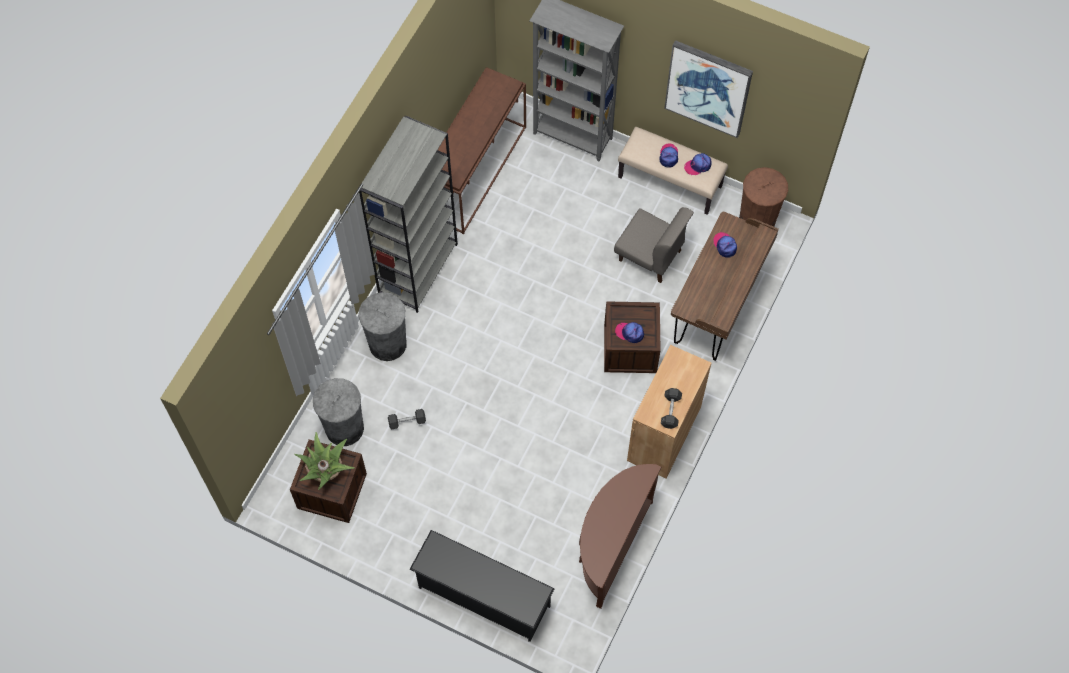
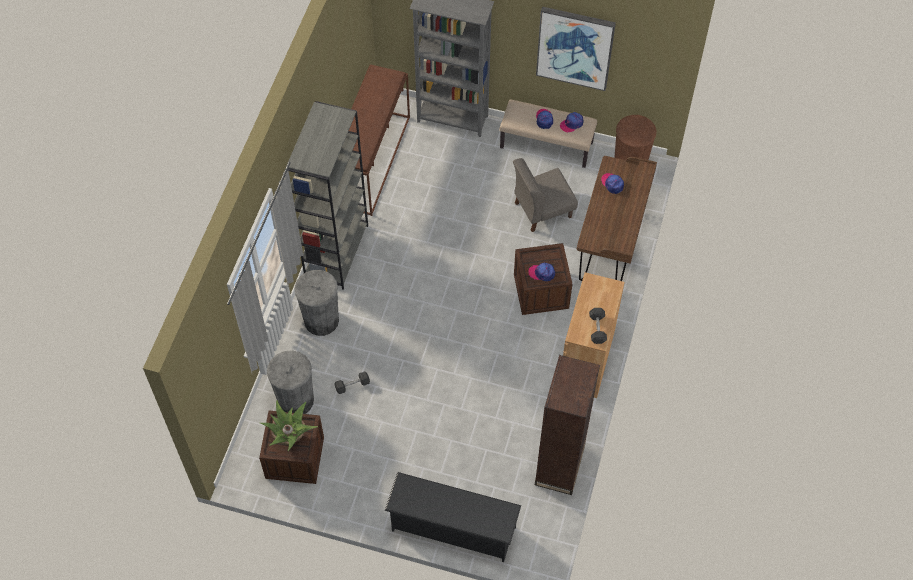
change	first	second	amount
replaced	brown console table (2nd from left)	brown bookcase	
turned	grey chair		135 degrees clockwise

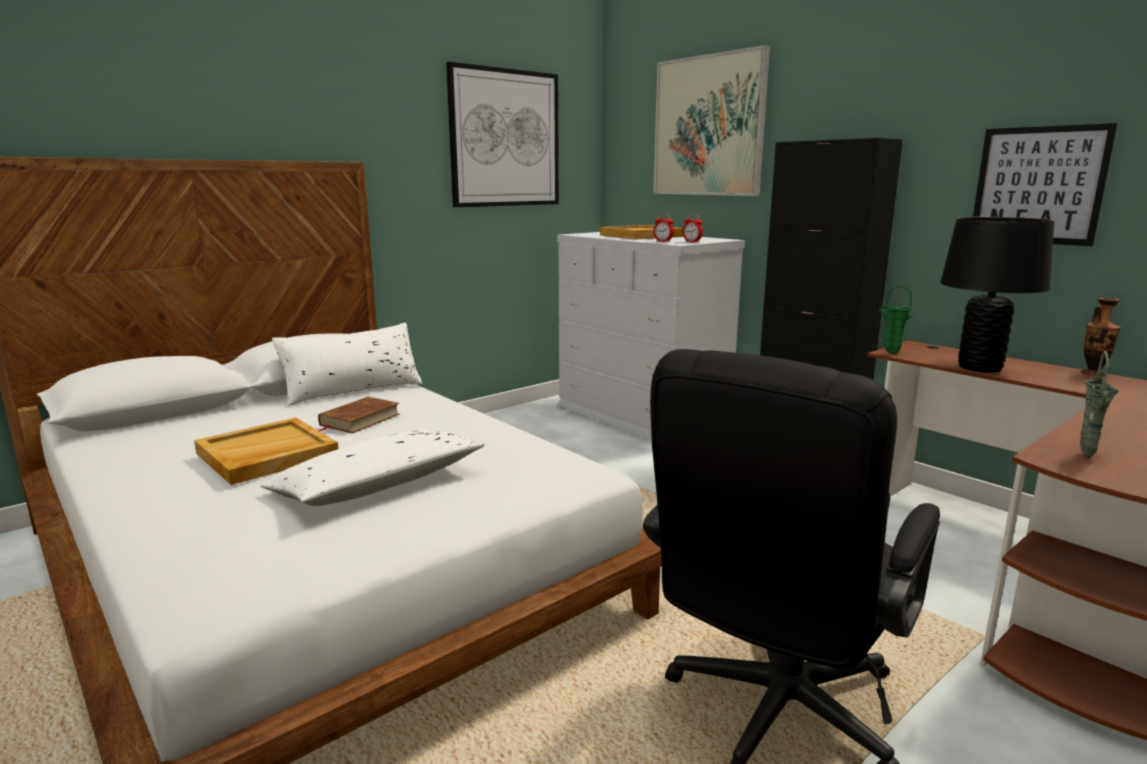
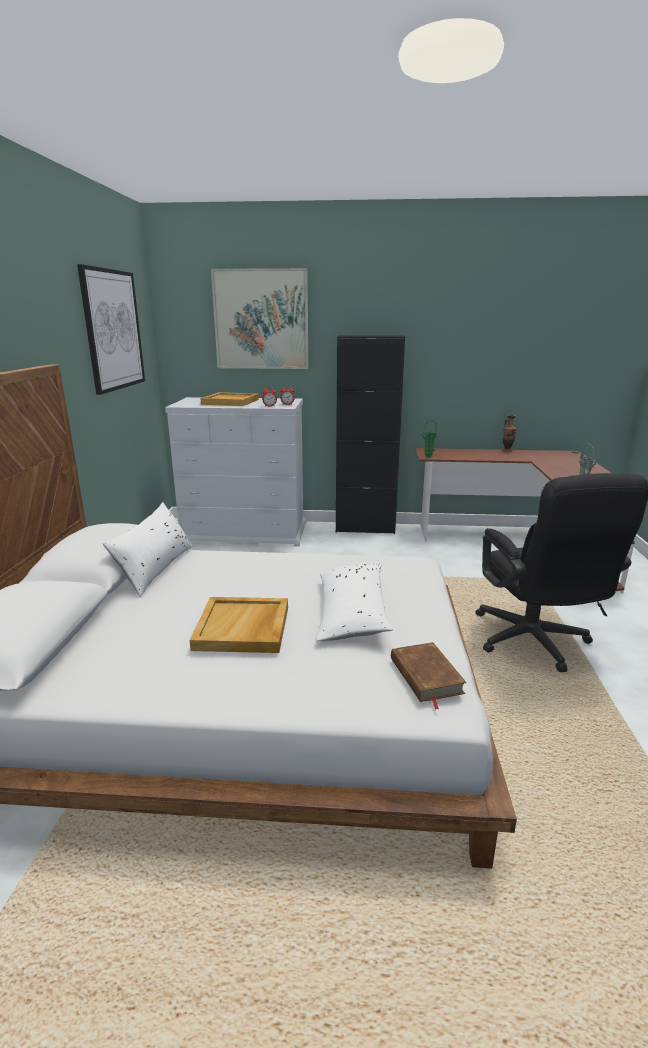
change	first	second	amount
removed	black table lamp		
removed	picture (3rd from left)		
moved	brown book		

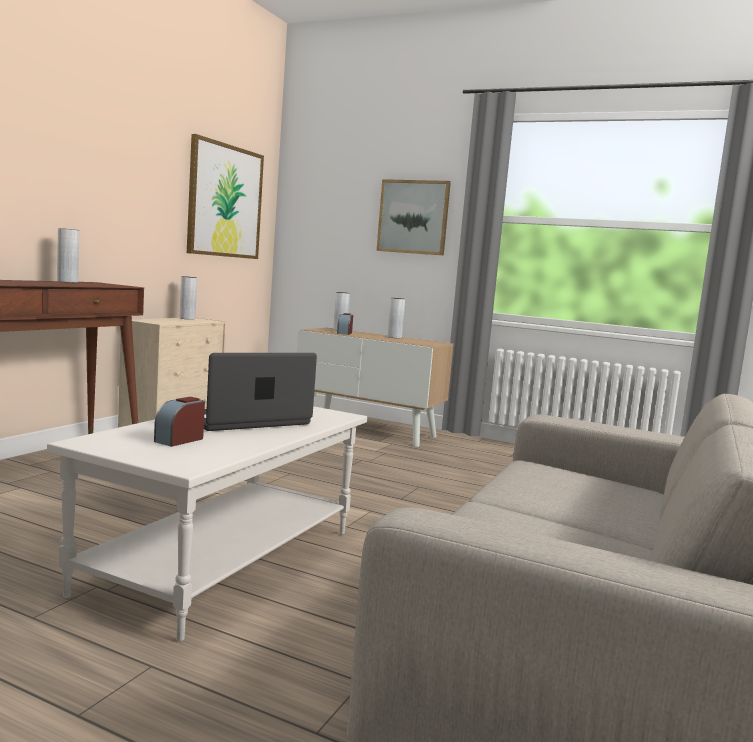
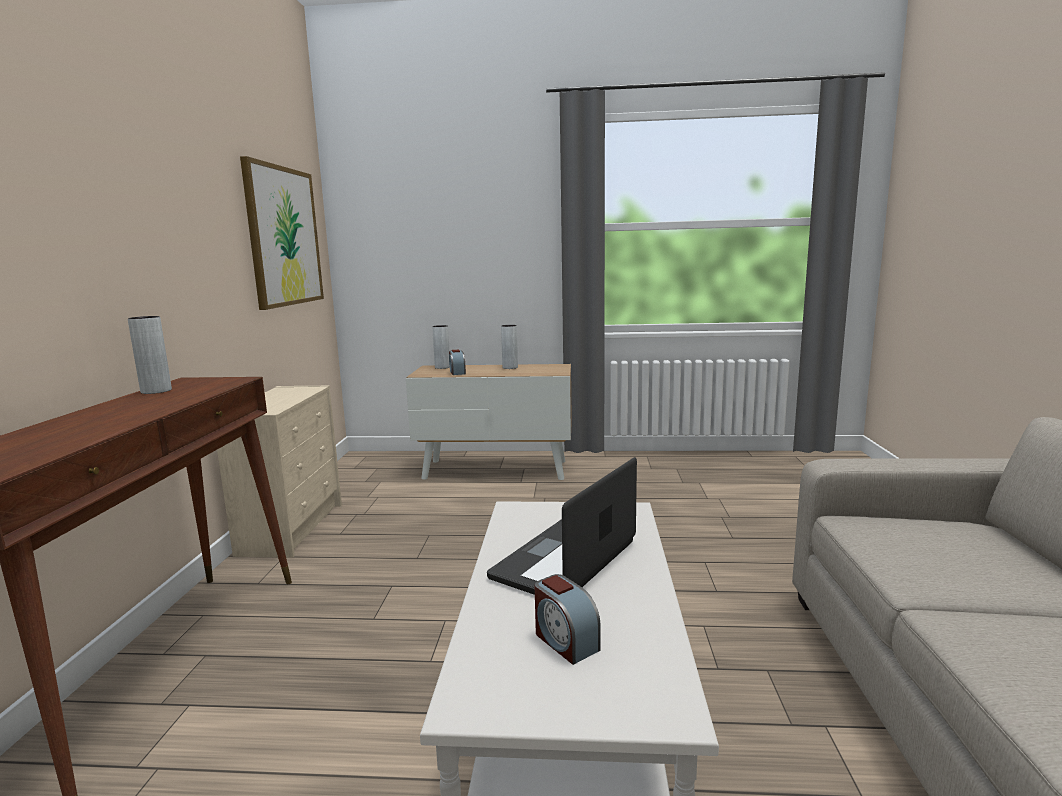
change	first	second	amount
removed	grey vase (2nd from left)		
removed	picture (2nd from left)		
turned	alarm clock (1st from left in the first image)	alarm clock (2nd from left)	45 degrees counterclockwise

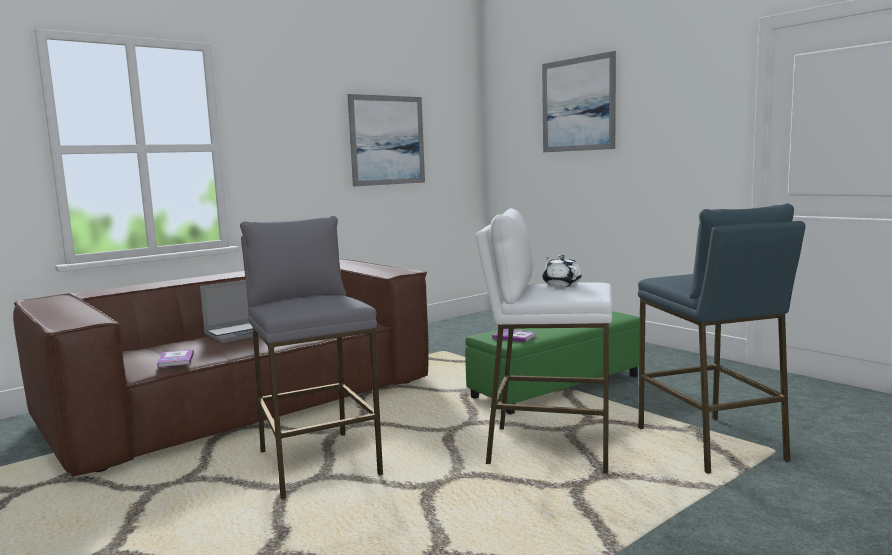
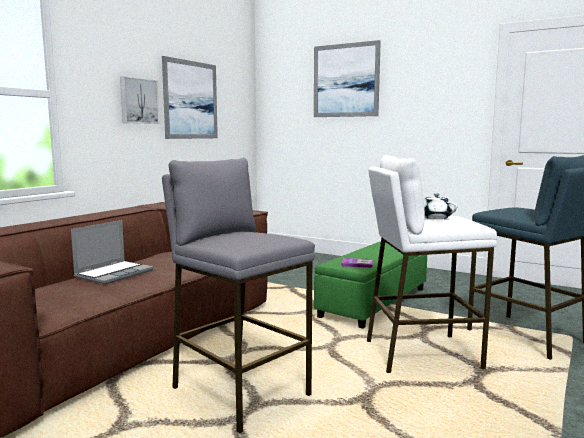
change	first	second	amount
removed	book (1st from left)		
added		picture (1st from left)	

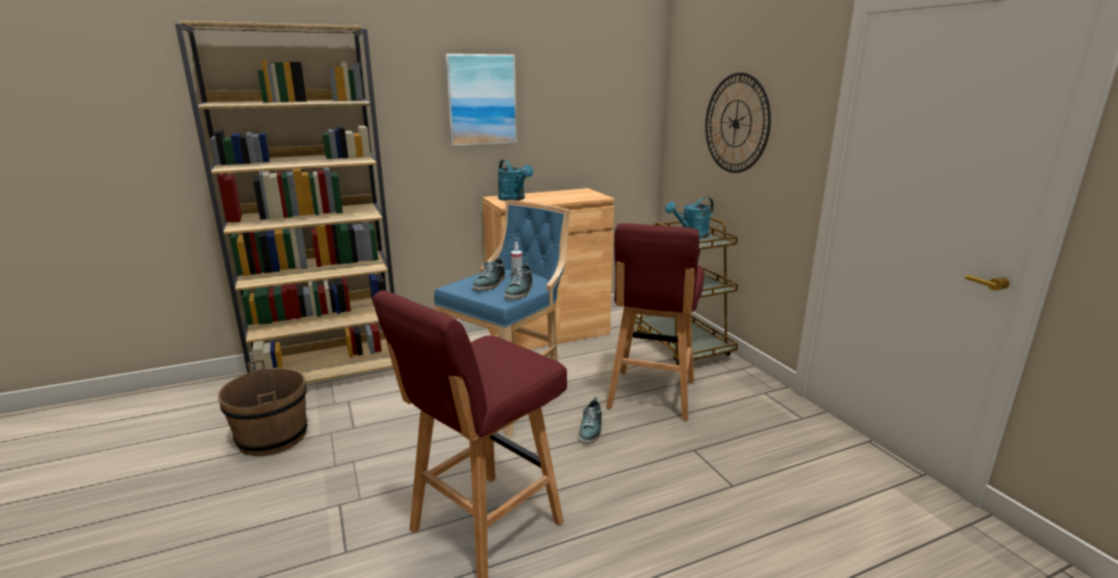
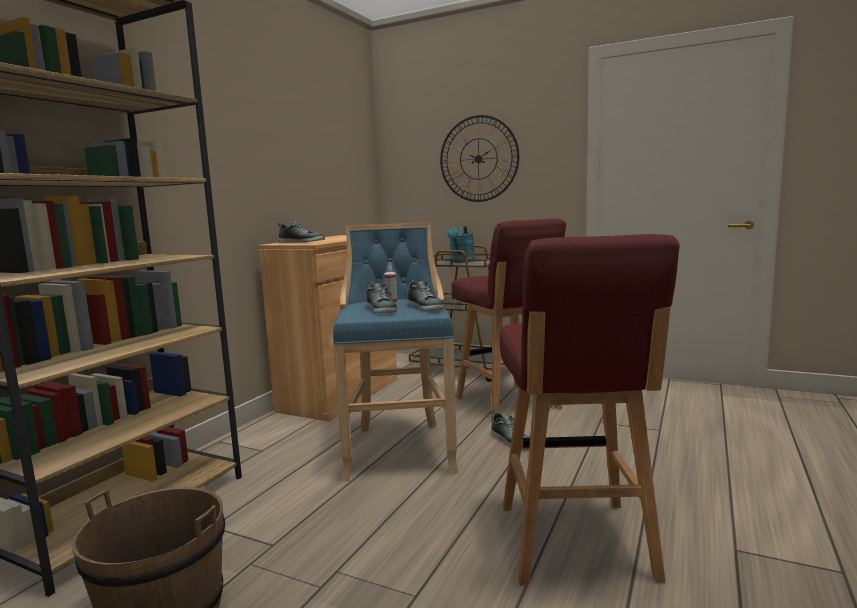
change	first	second	amount
removed	picture		
replaced	turquoise watering can (1st from left)	shoe (1st from left)	

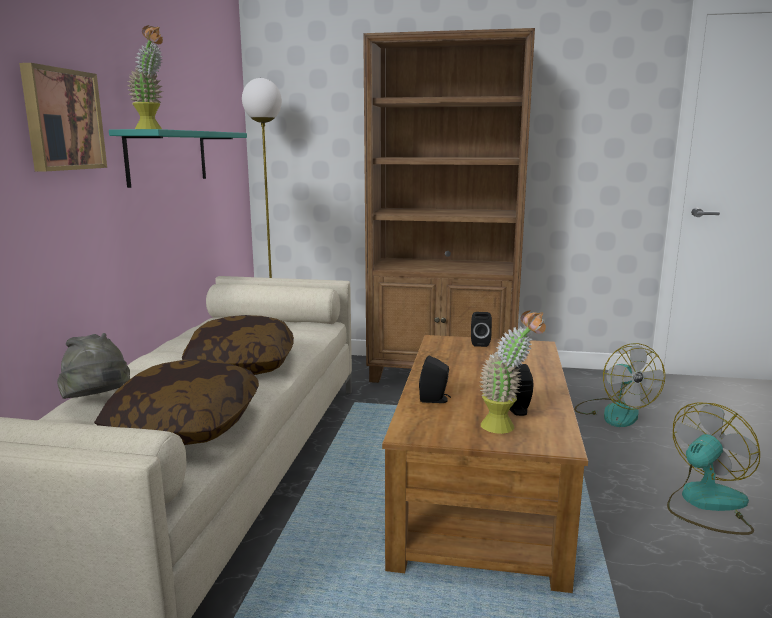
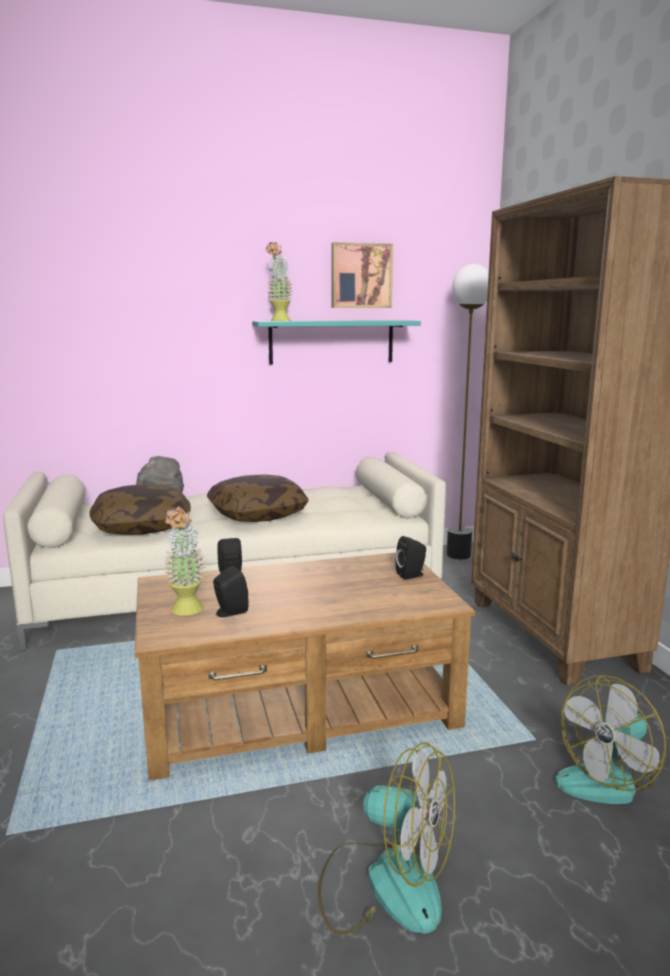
change	first	second	amount
moved	picture		

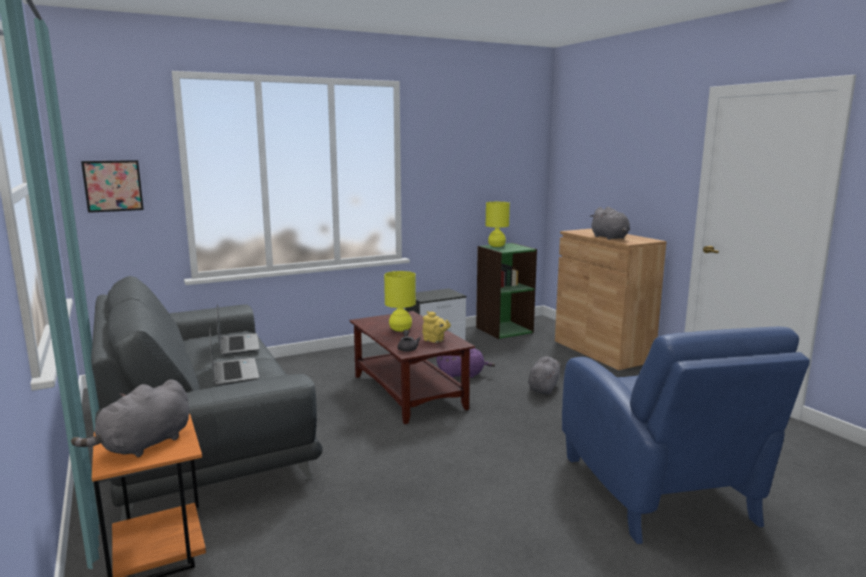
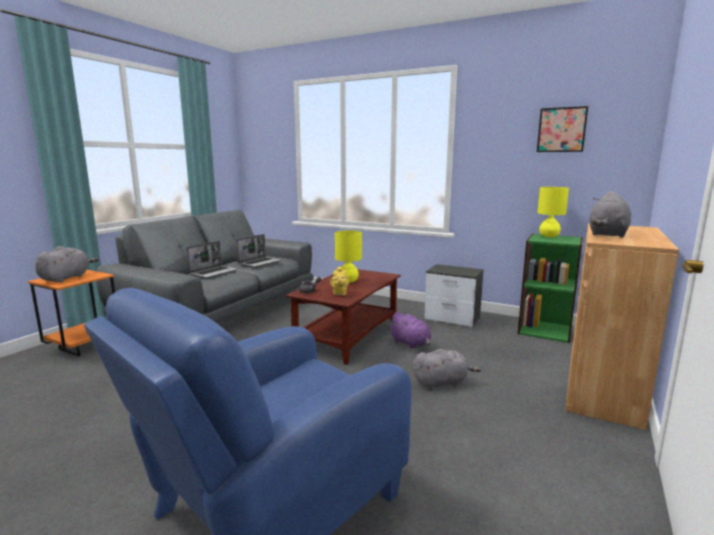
change	first	second	amount
moved	picture		
turned	grey plush toy (1st from left)		105 degrees clockwise

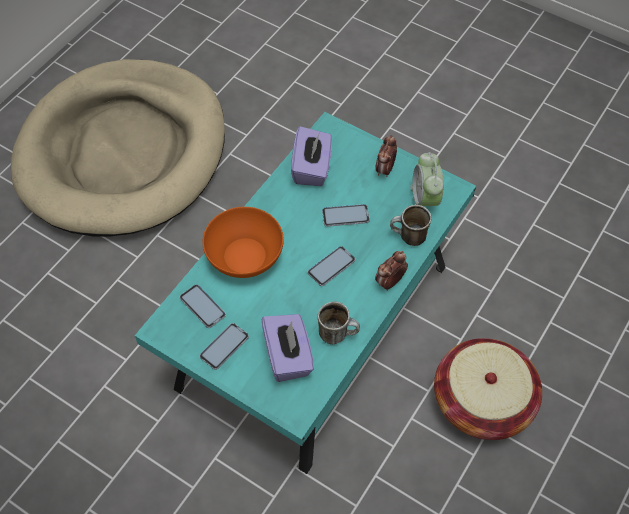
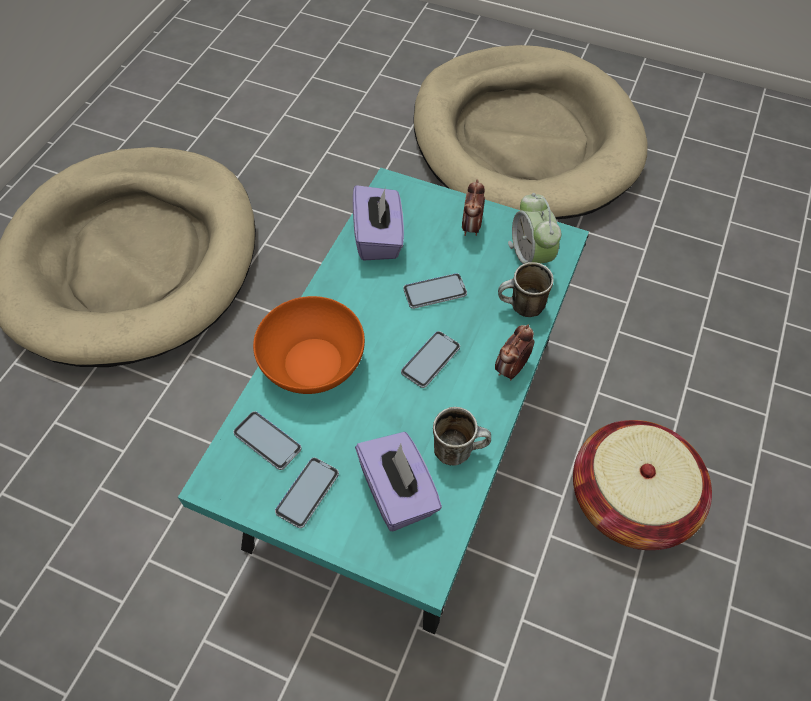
change	first	second	amount
added		beige dog bed (2nd from left)	

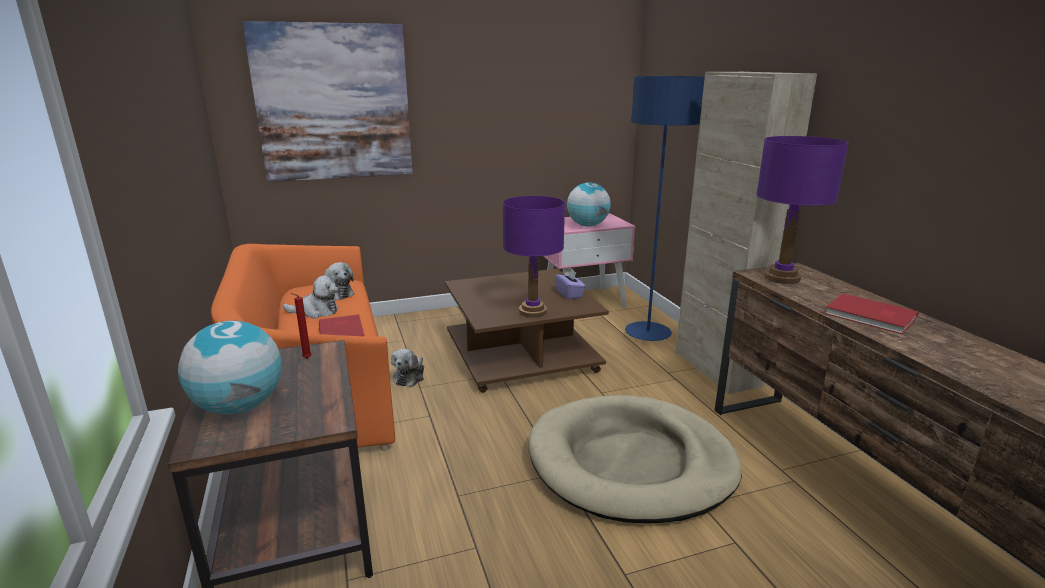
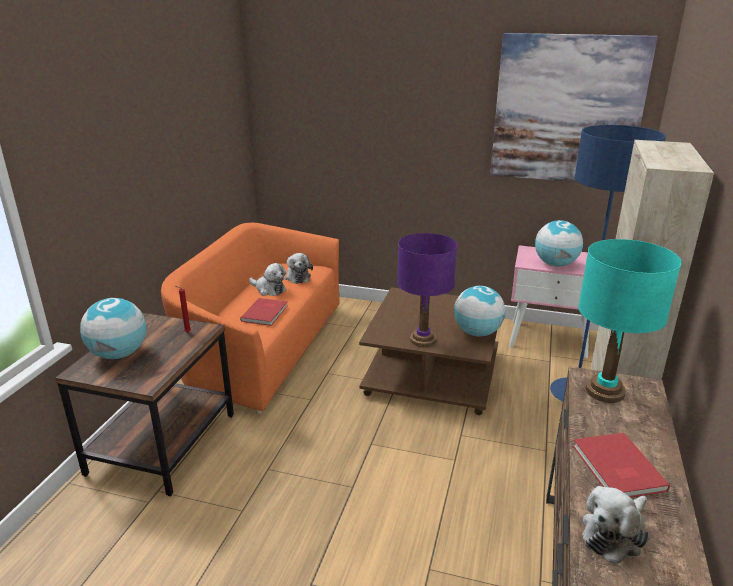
change	first	second	amount
removed	beige dog bed		
moved	picture		
moved	plush toy (3rd from left)		
replaced	purple tissue box	globe (2nd from left)	
recoloured	purple table lamp (2nd from left)	turquoise table lamp	

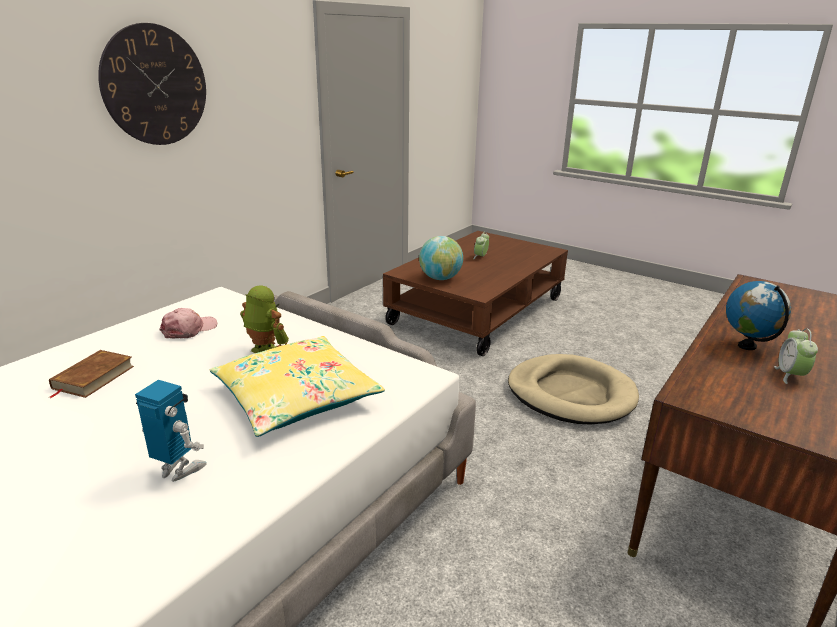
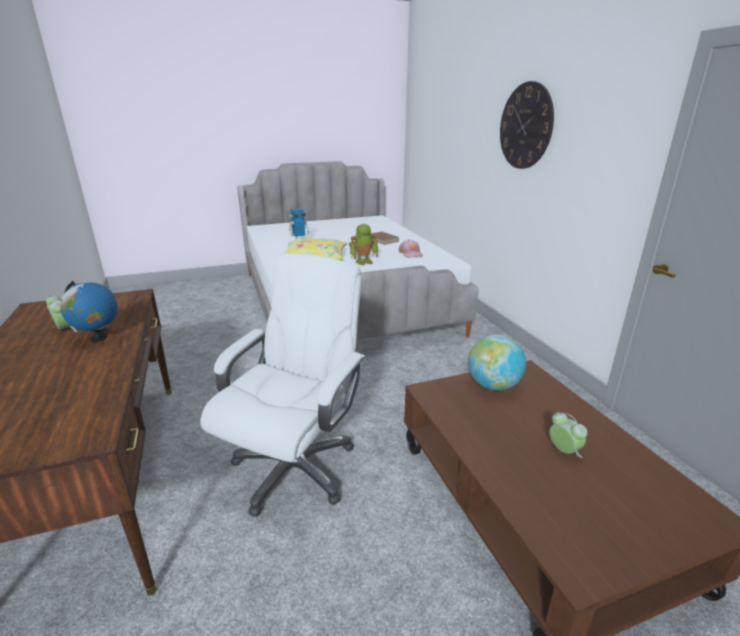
change	first	second	amount
replaced	beige dog bed	white office chair	

